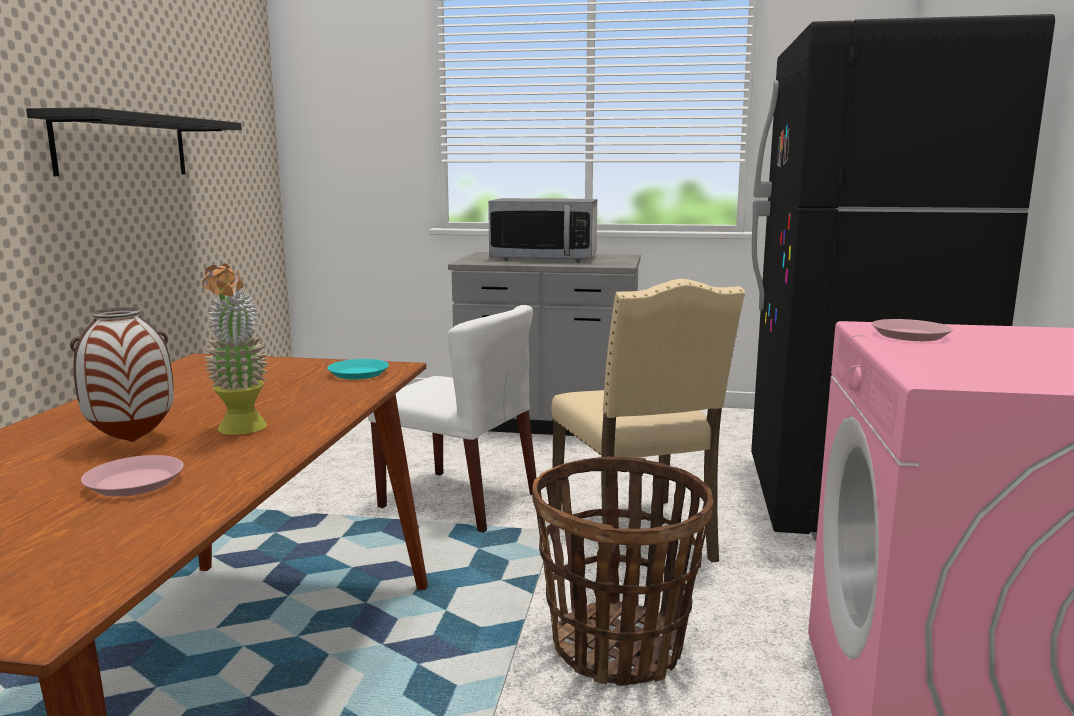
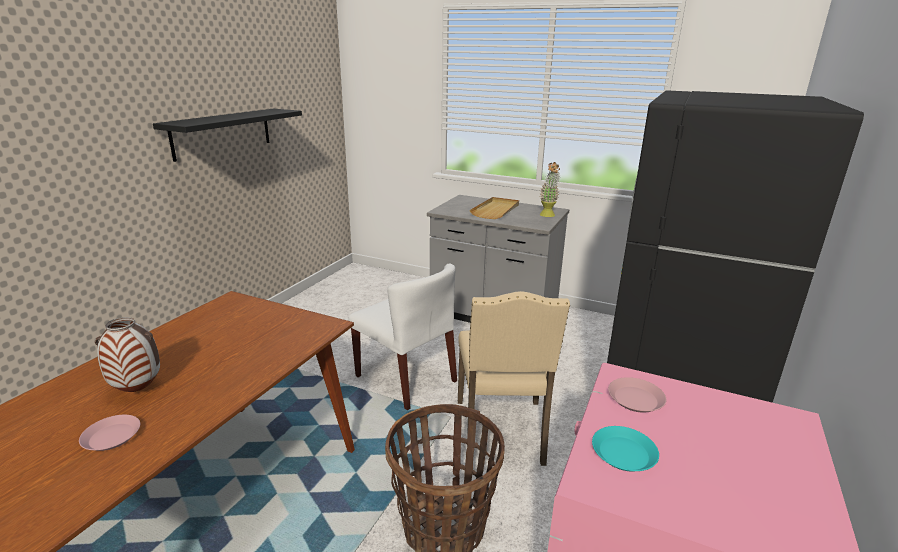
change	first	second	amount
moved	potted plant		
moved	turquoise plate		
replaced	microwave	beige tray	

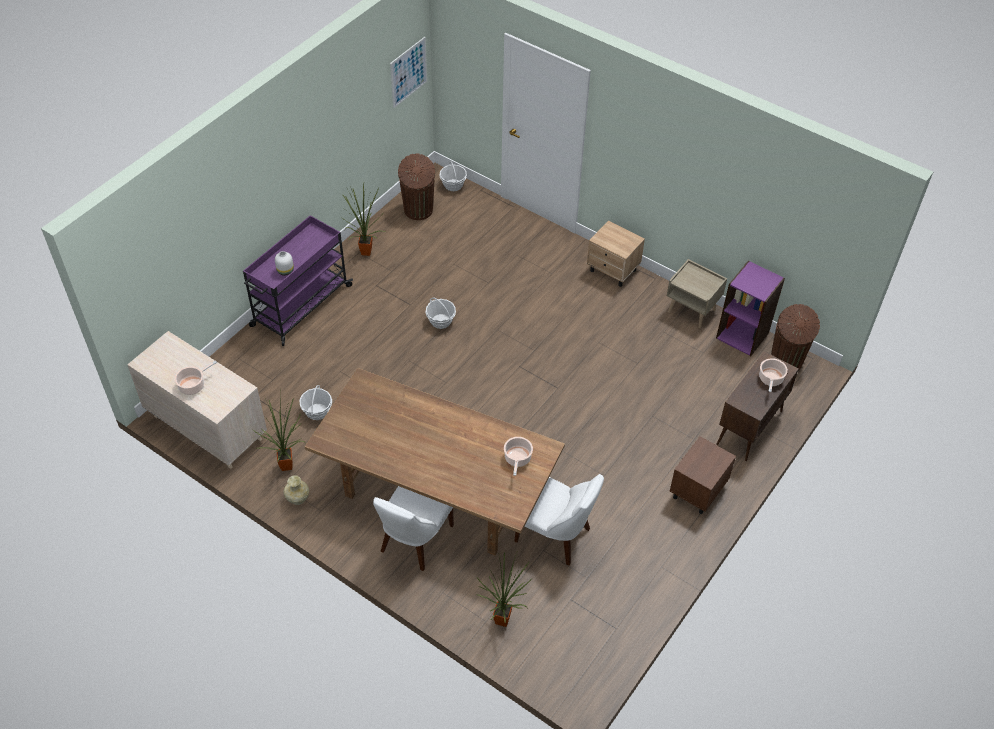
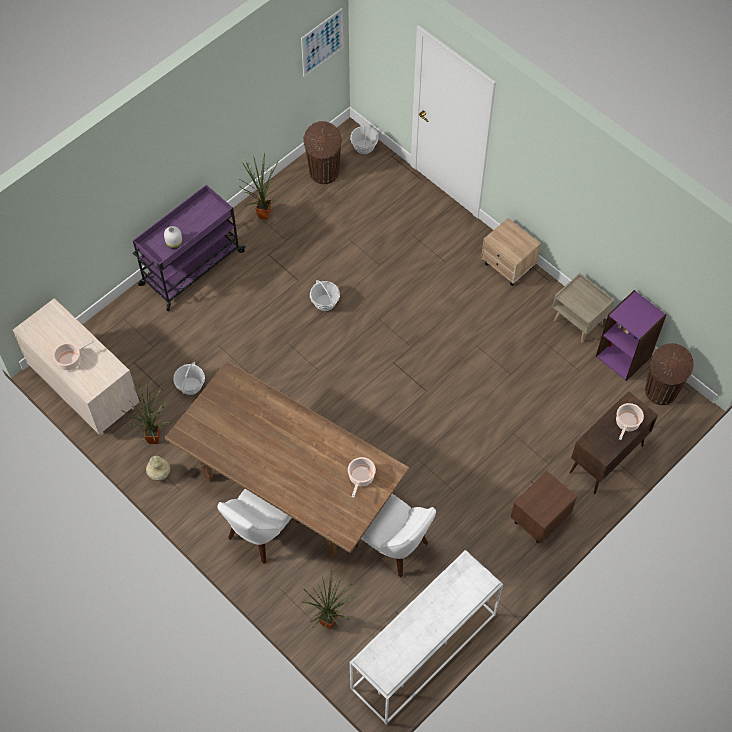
change	first	second	amount
added		white console table	

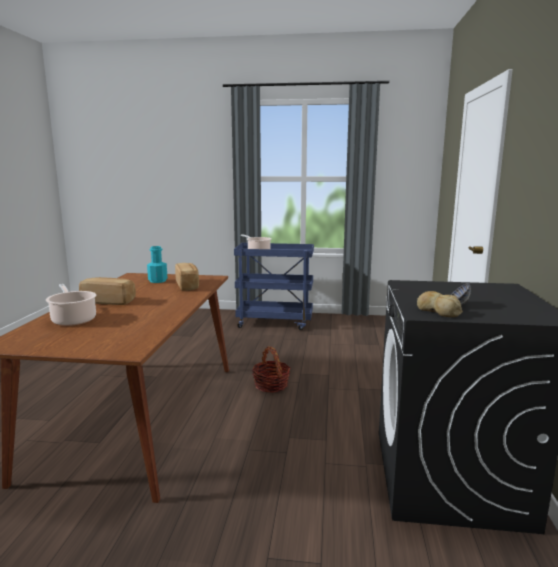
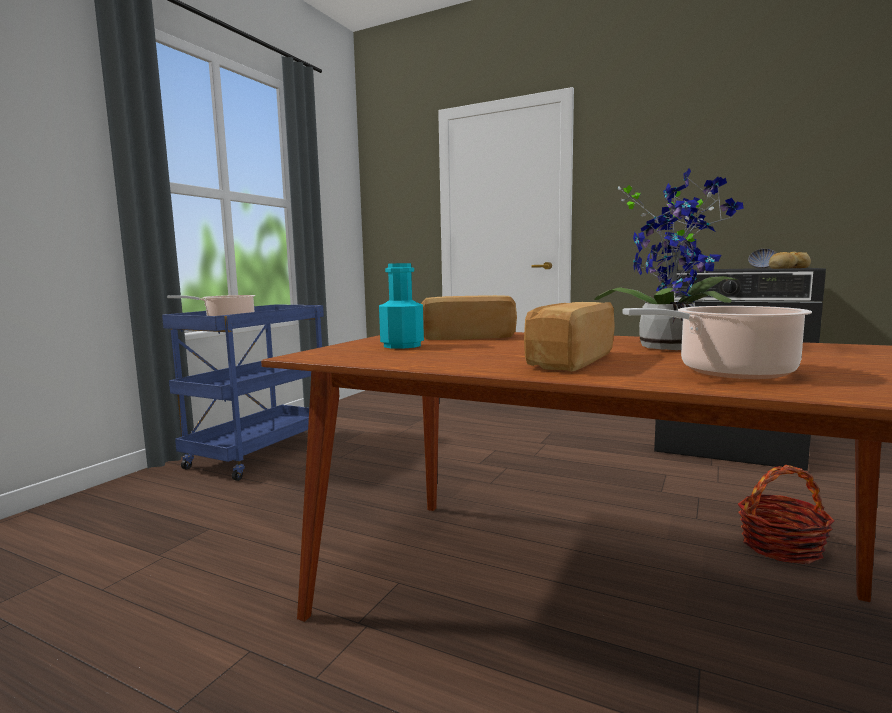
change	first	second	amount
added		potted plant	
moved	basket		

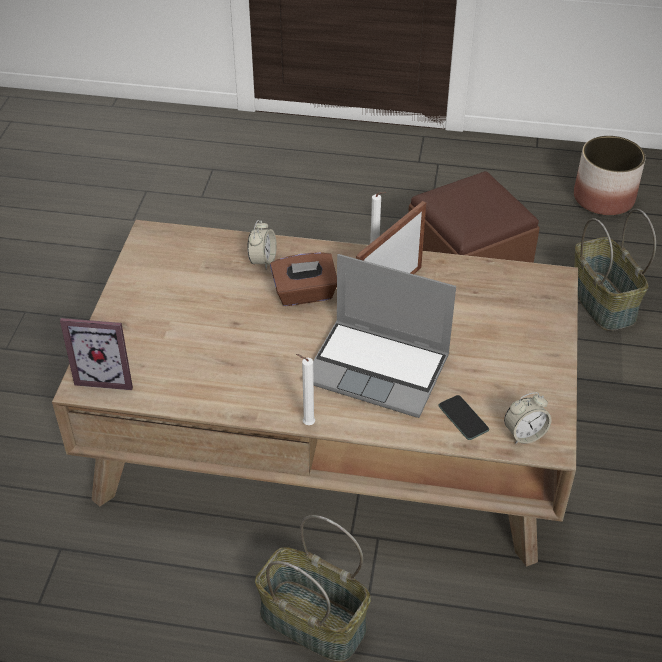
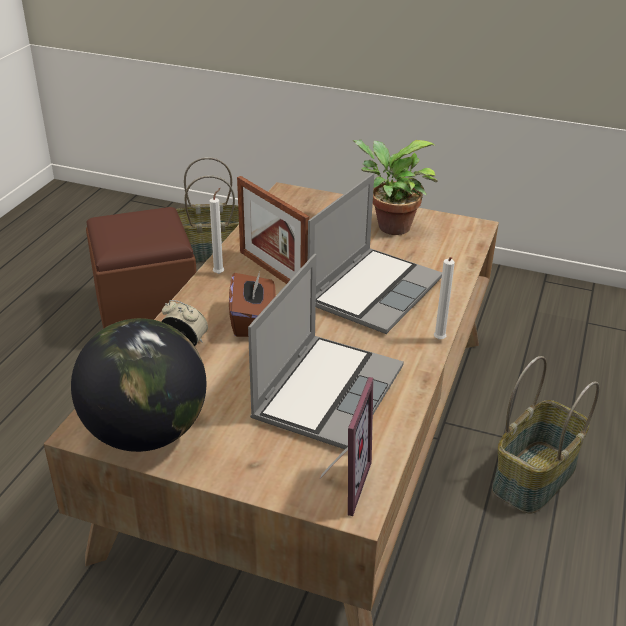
change	first	second	amount
removed	phone		
removed	alarm clock (2nd from left)		
removed	planter		
added		globe	
added		laptop (1st from left)	
added		potted plant	

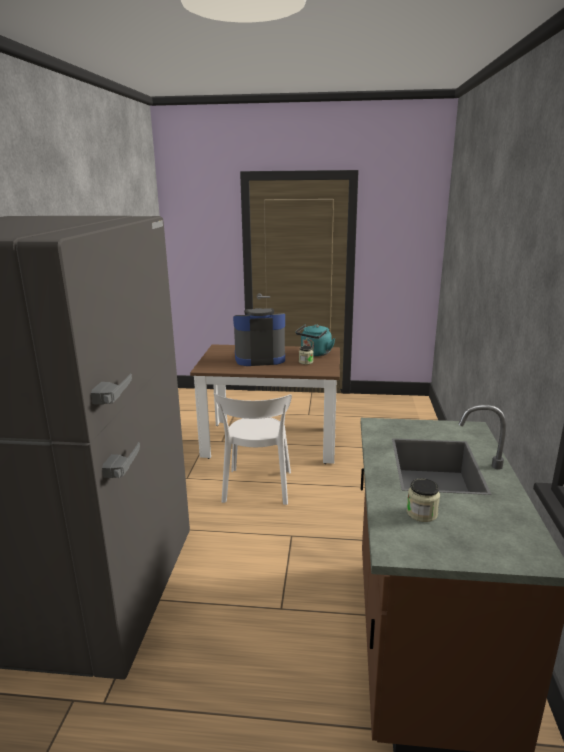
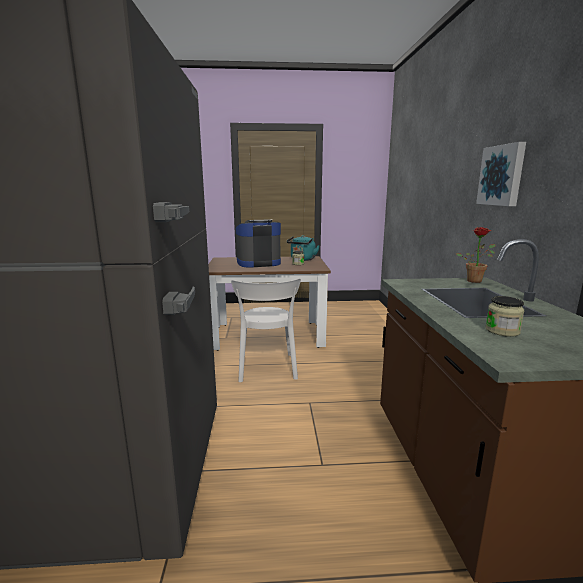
change	first	second	amount
added		potted plant	
added		picture	

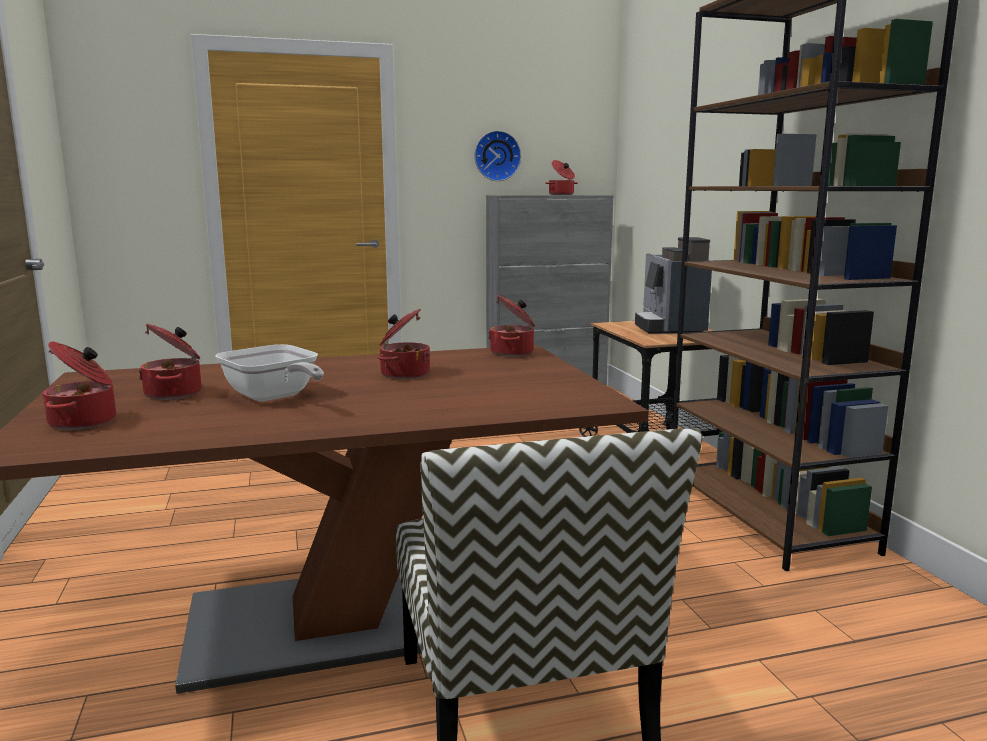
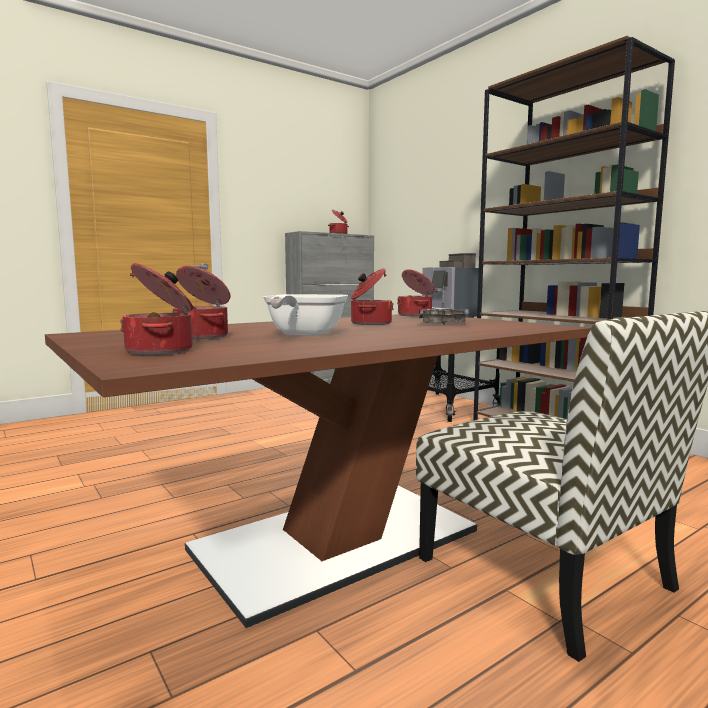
change	first	second	amount
removed	wall clock		
added		grey tray	
turned	frying pan		75 degrees clockwise

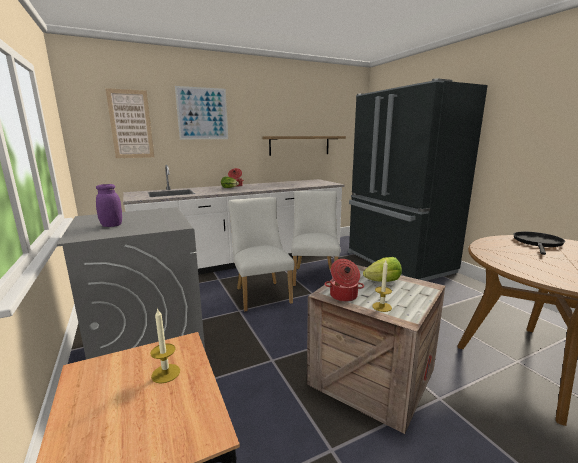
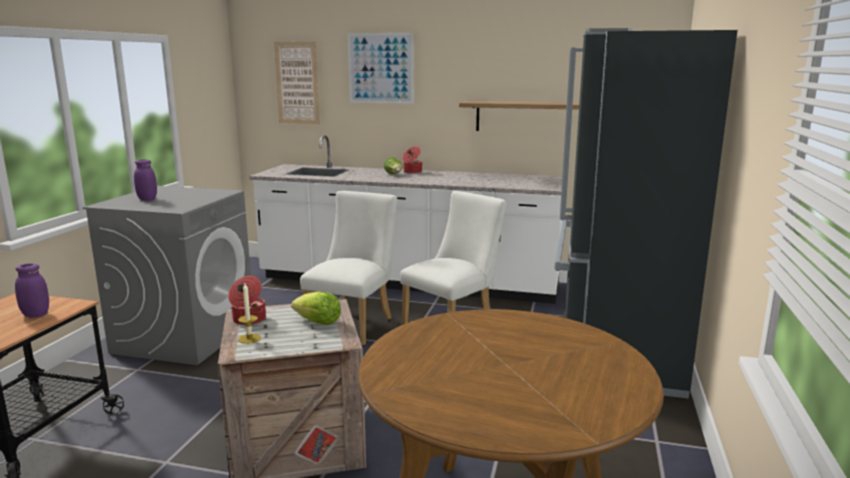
change	first	second	amount
removed	black frying pan		
replaced	candle (1st from left)	purple jar (1st from left)	

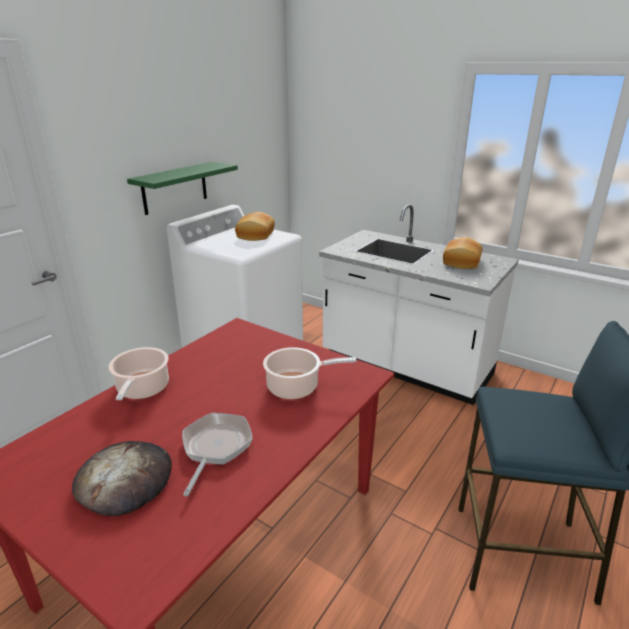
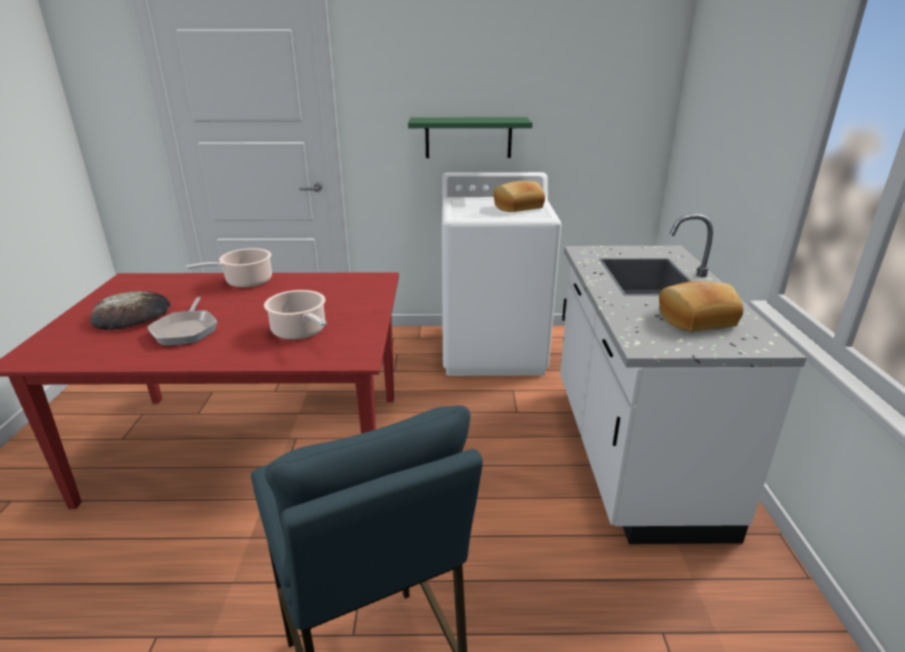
change	first	second	amount
turned	frying pan		105 degrees clockwise

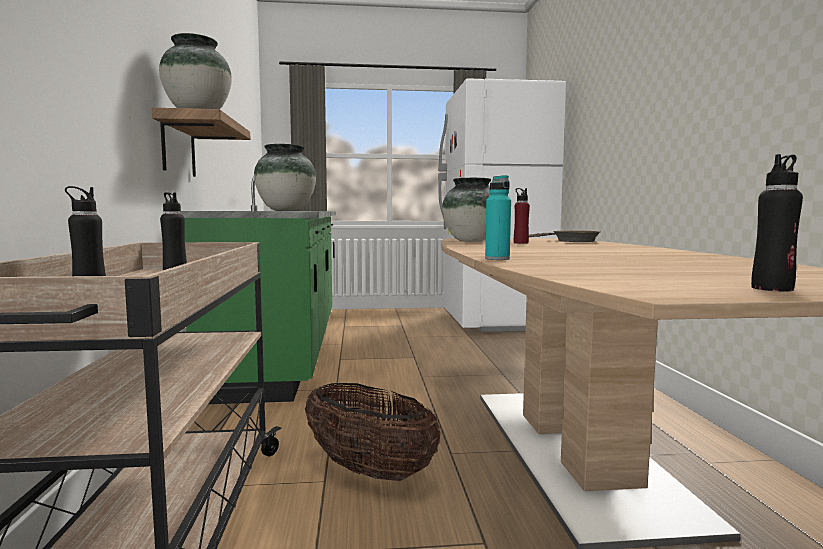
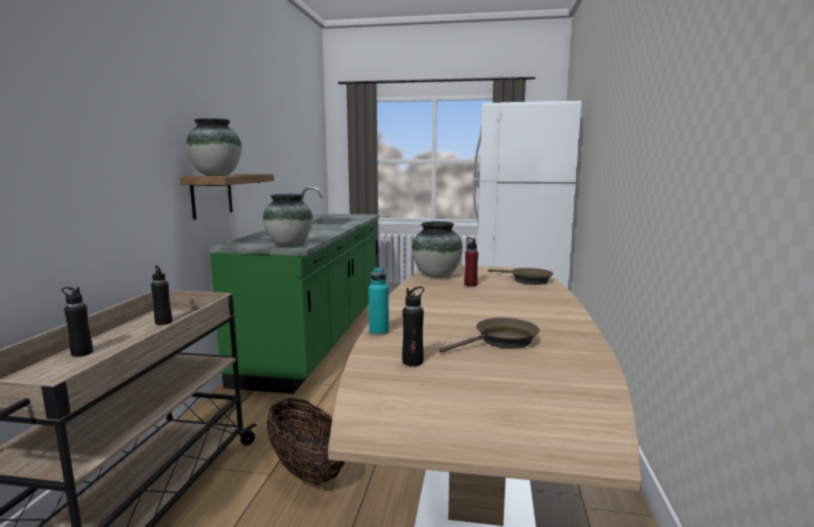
change	first	second	amount
added		brown frying pan (1st from left)	
moved	black bottle (3rd from left)		

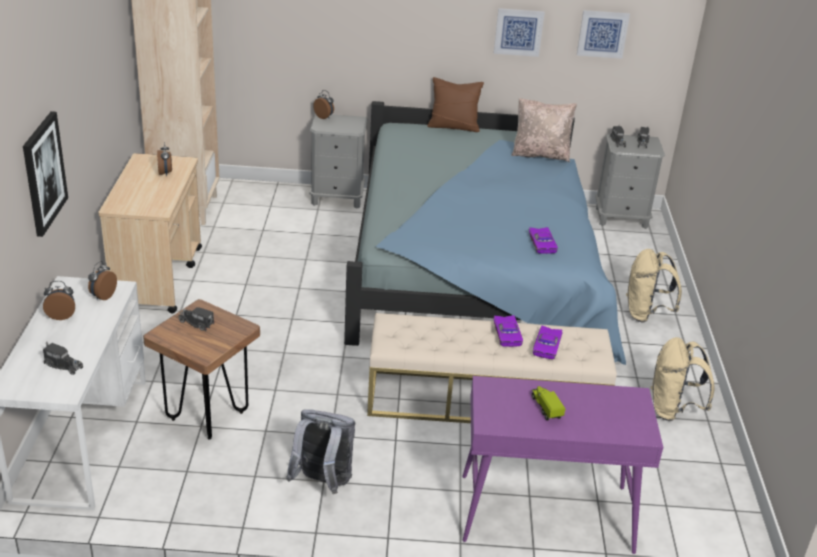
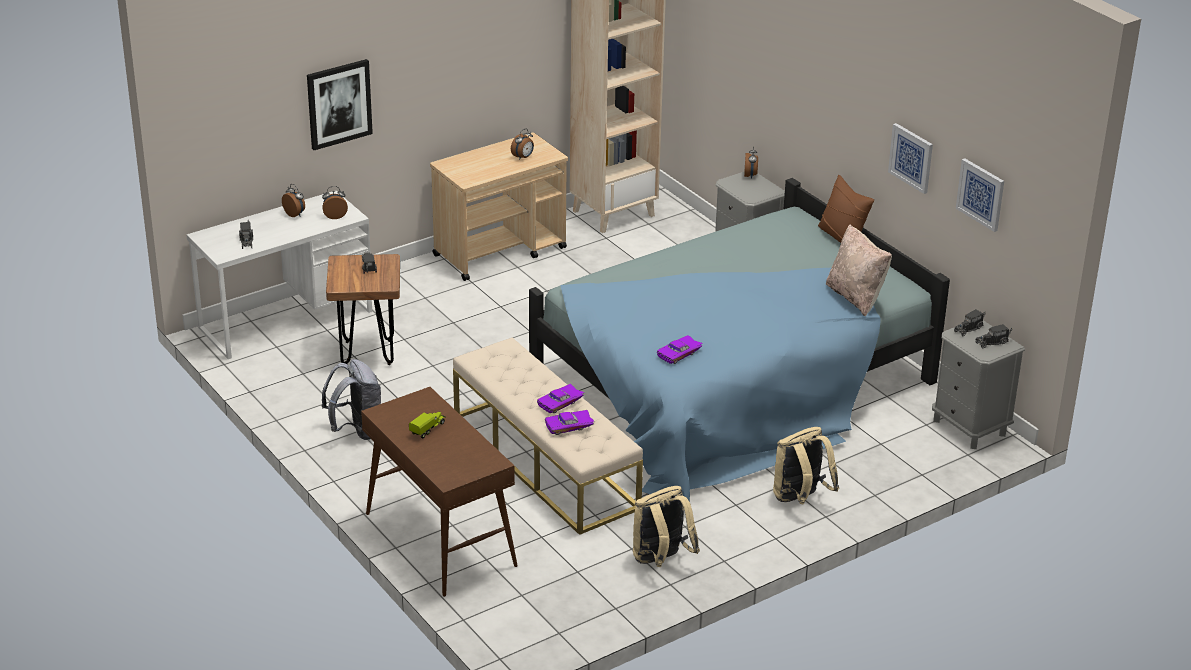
change	first	second	amount
recoloured	purple console table	brown console table	

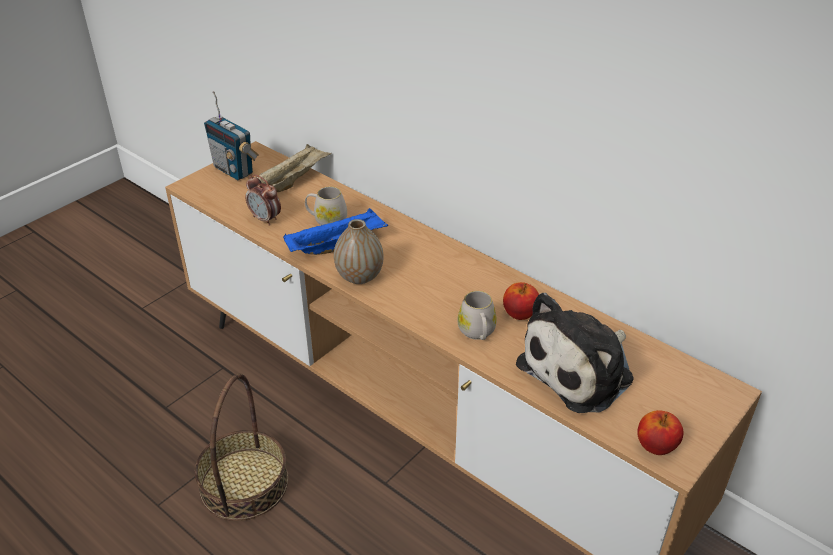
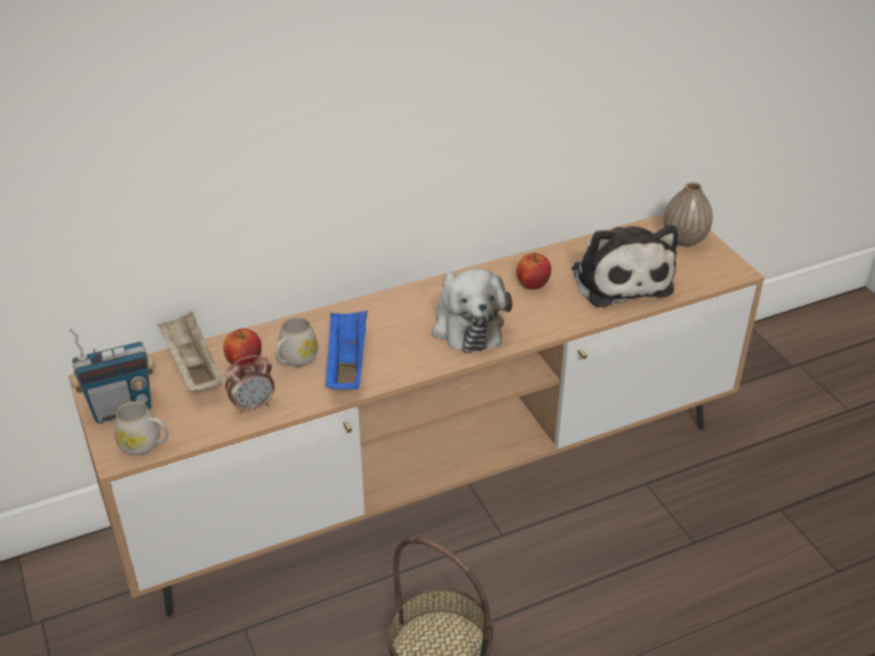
change	first	second	amount
added		plush toy (1st from left)	
moved	vase		
moved	white mug (2nd from left in the first image)	white mug (1st from left)	
moved	apple (2nd from left in the first image)	apple (1st from left)	

